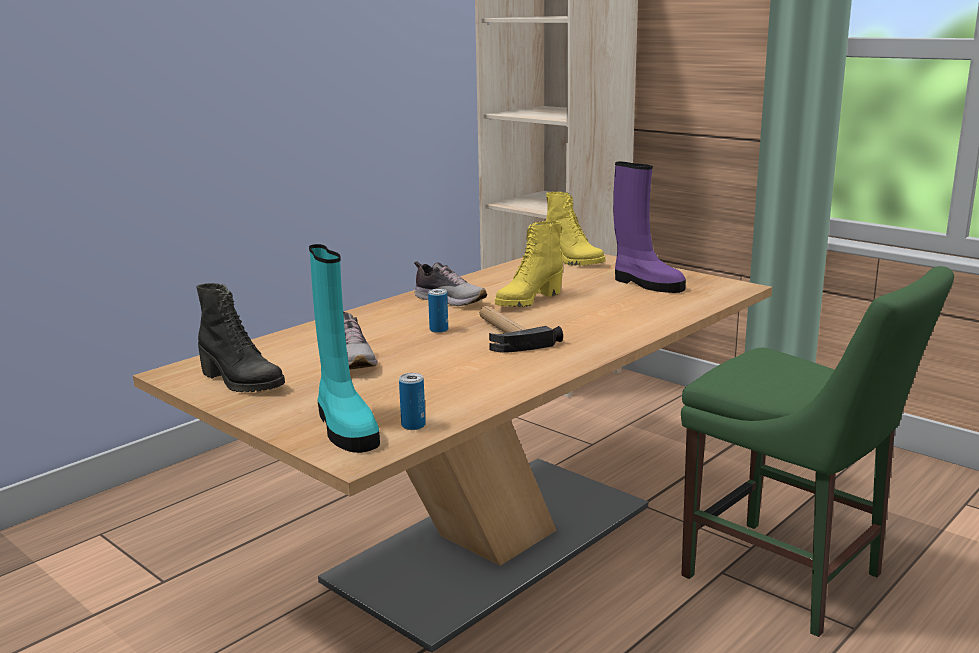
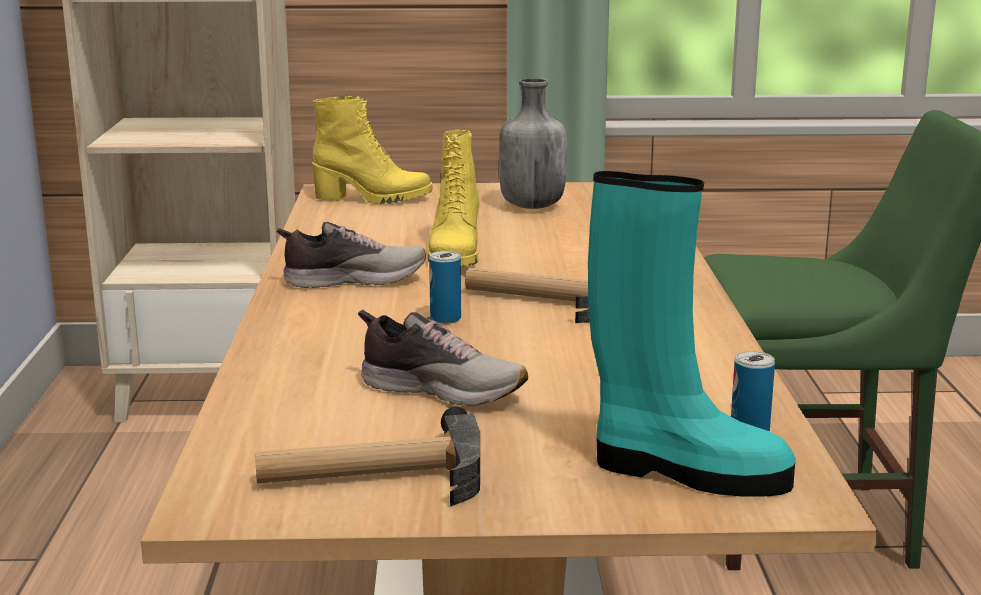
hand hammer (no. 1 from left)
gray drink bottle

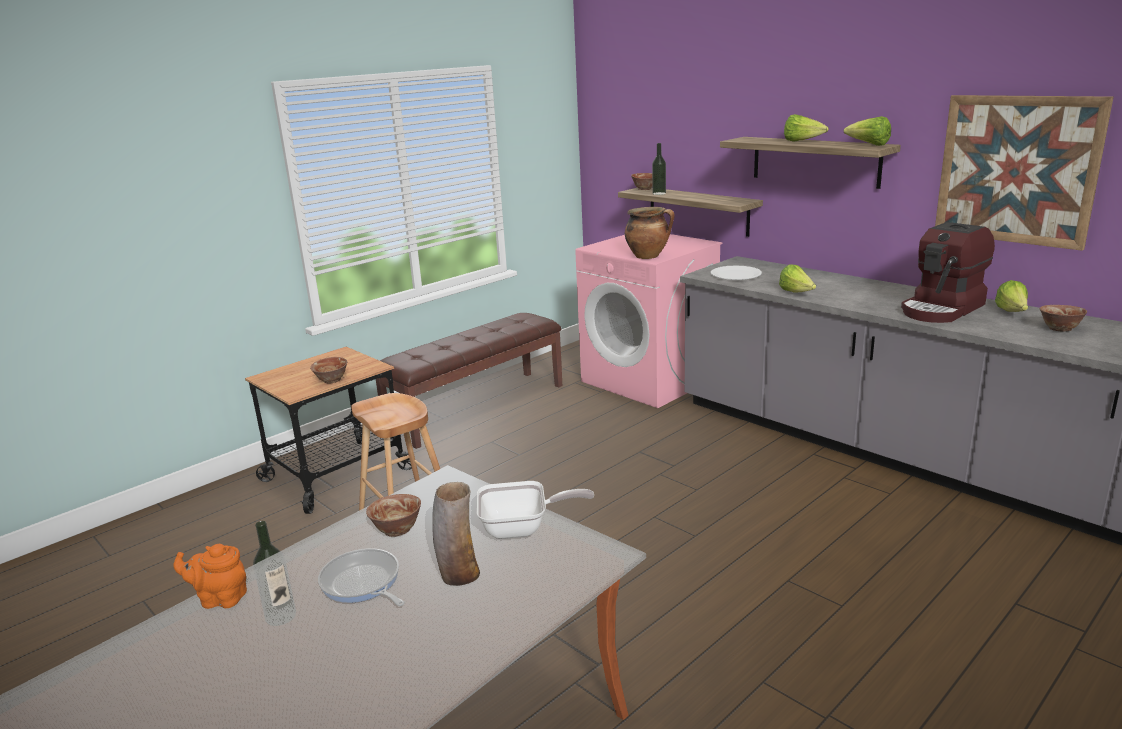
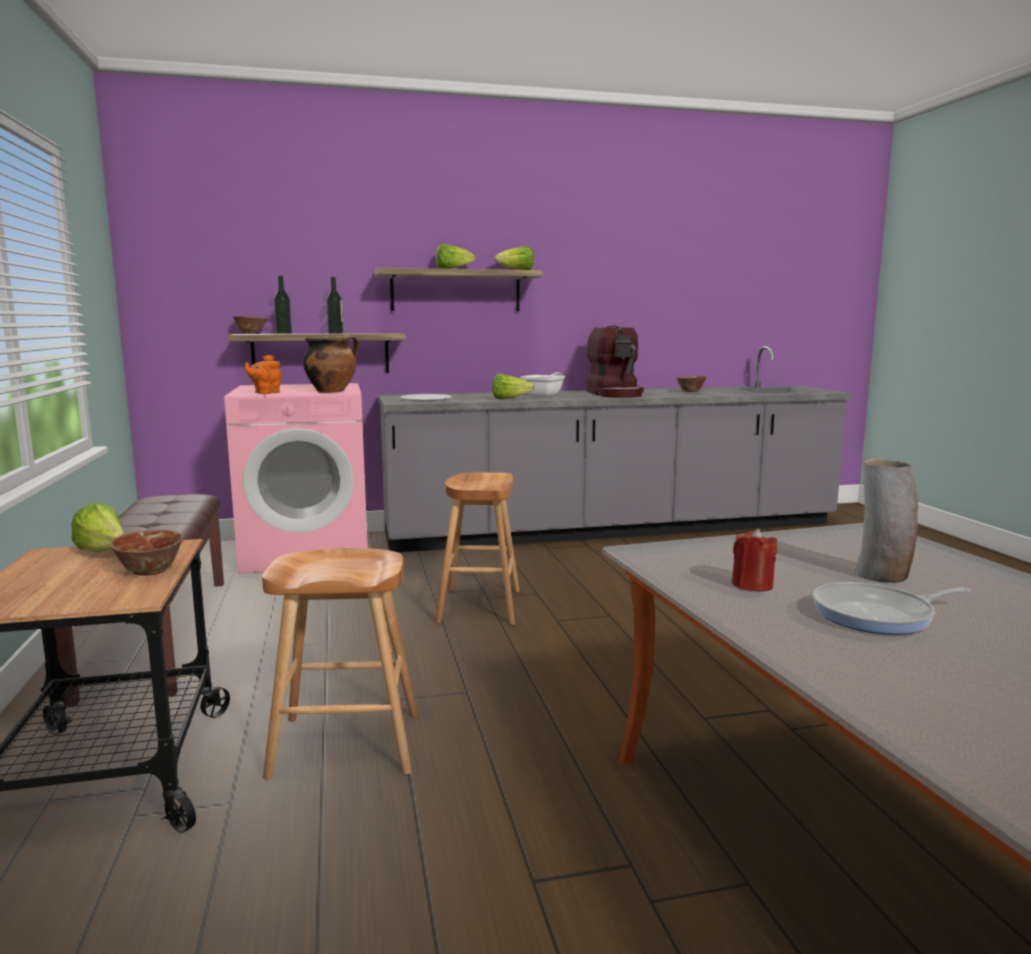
orange pot for tea
drink bottle (no. 2 from left)
reddish wax candle
skillet (no. 1 from left)
wall art
head of lettuce (no. 1 from left)
brown stool (no. 2 from left)

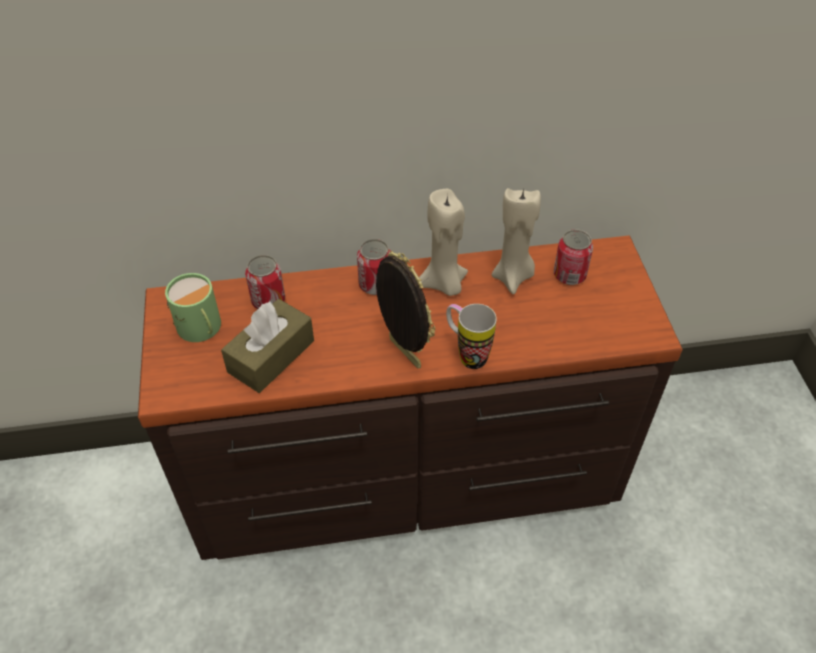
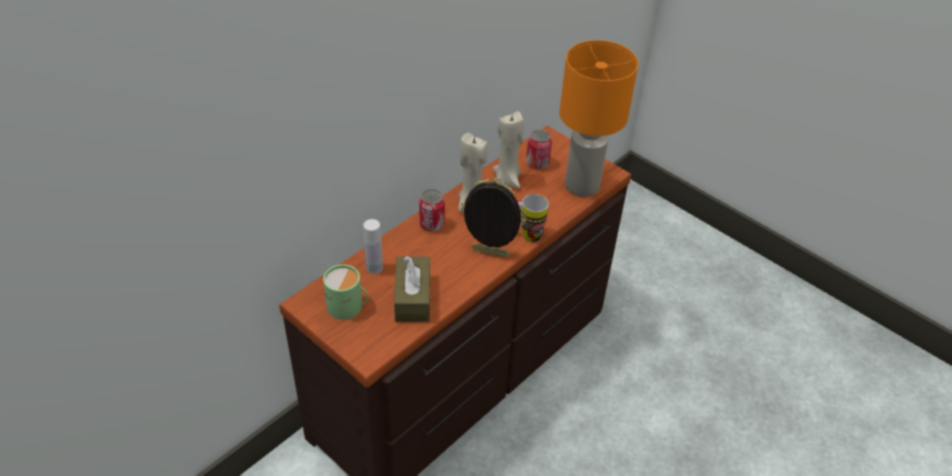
white drink bottle
orange tabletop lamp

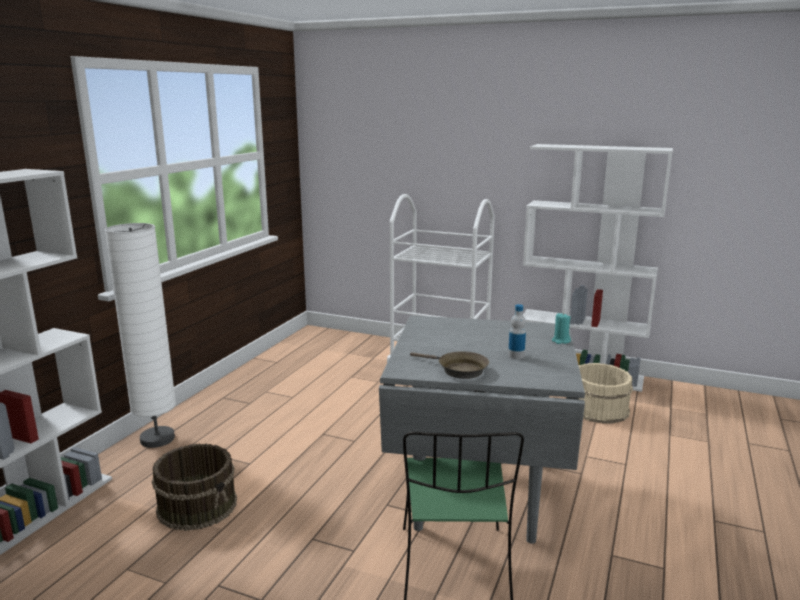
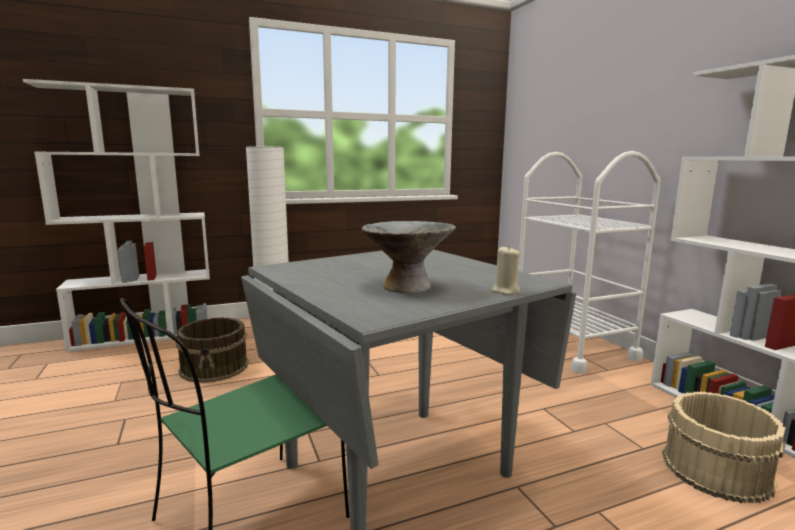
brown skillet
gray serving bowl
beige-coloured wax candle

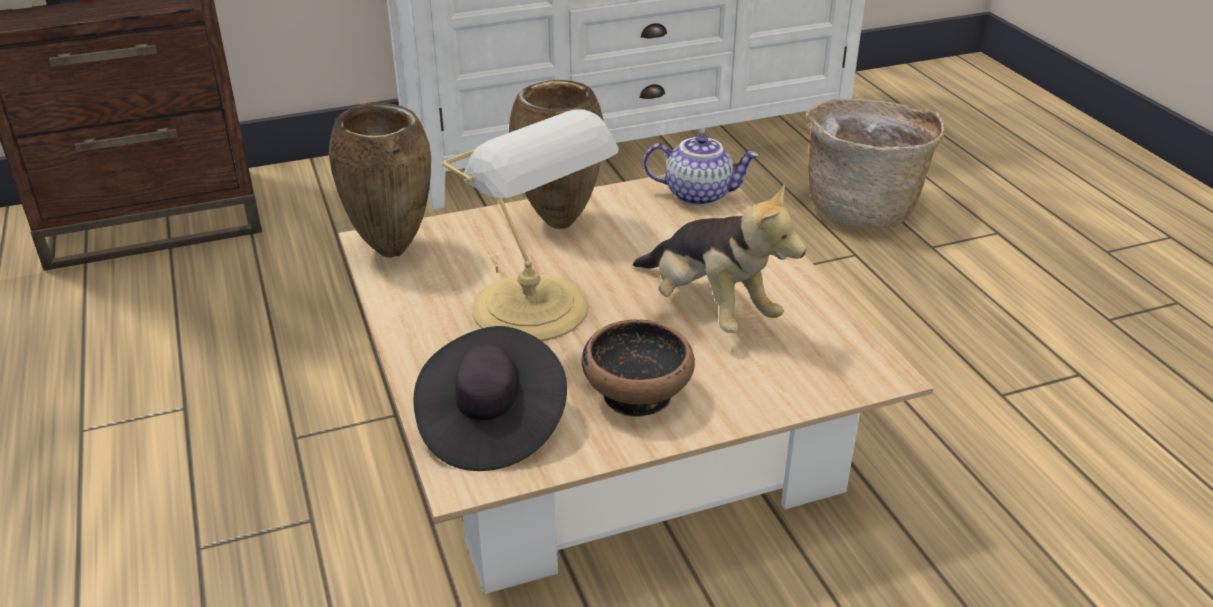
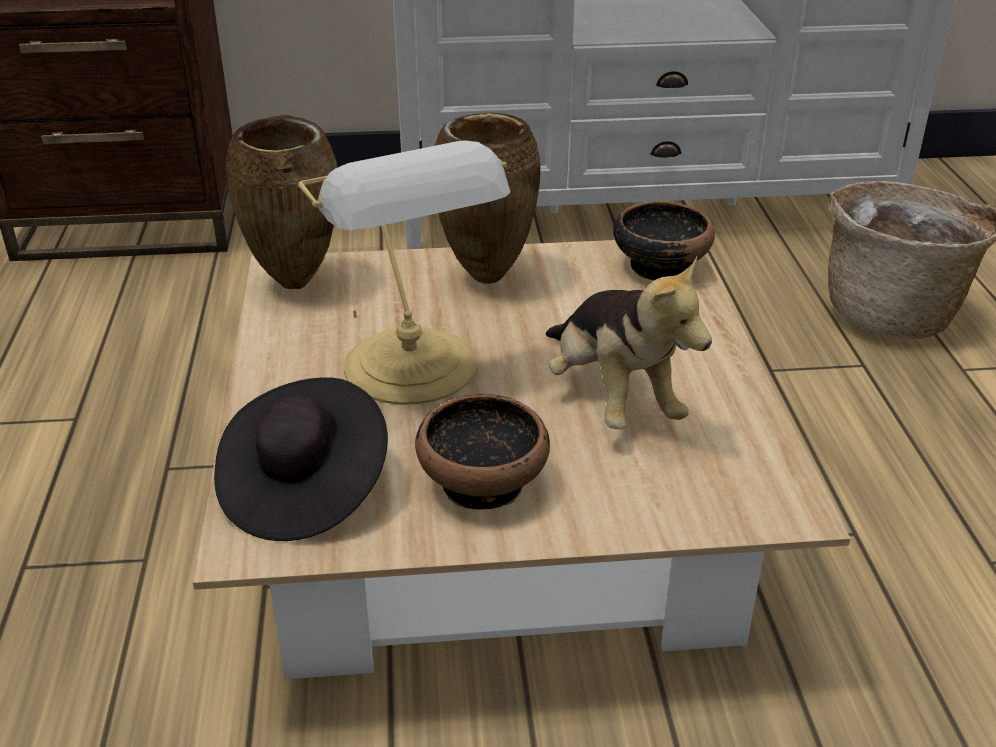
serving bowl (no. 2 from left)

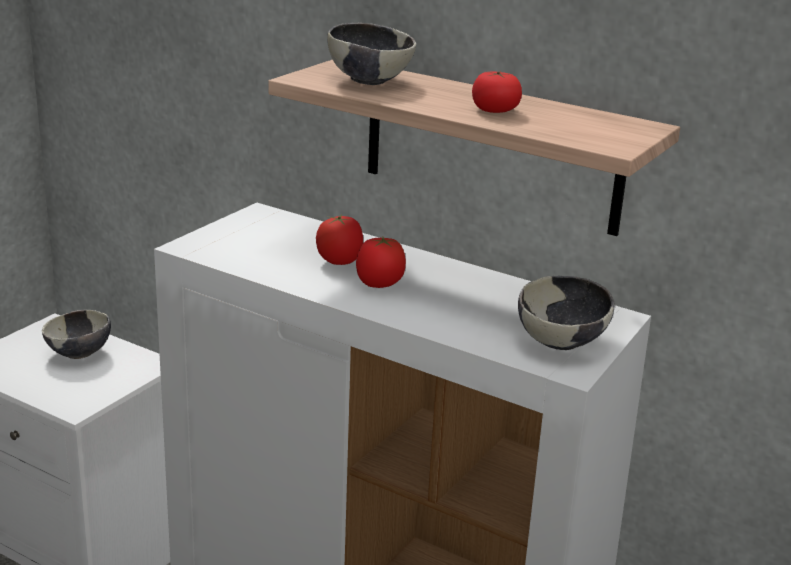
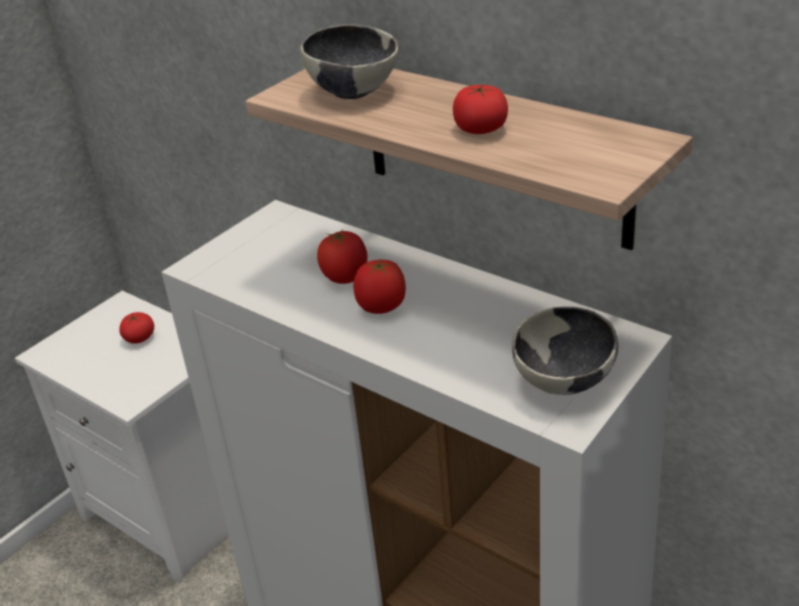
whole tomato (no. 1 from left)

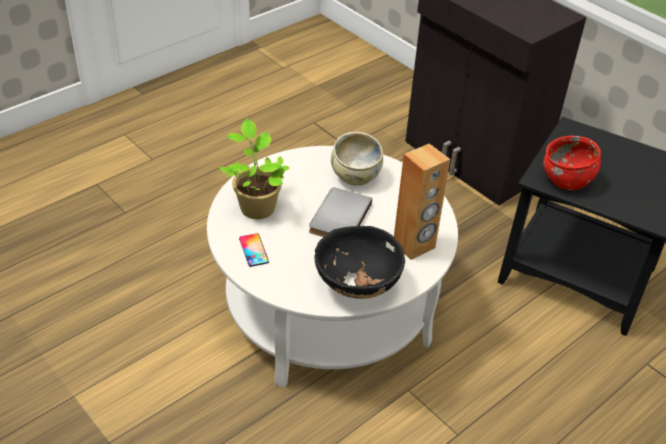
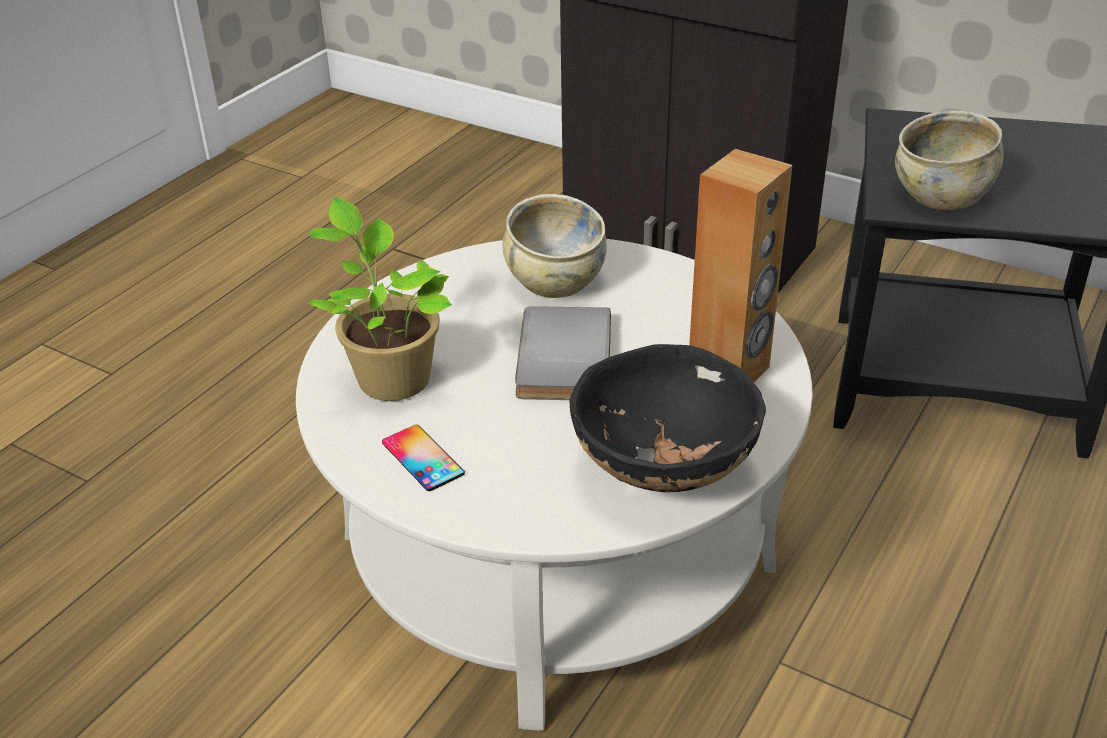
beige-coloured serving bowl (no. 2 from left)

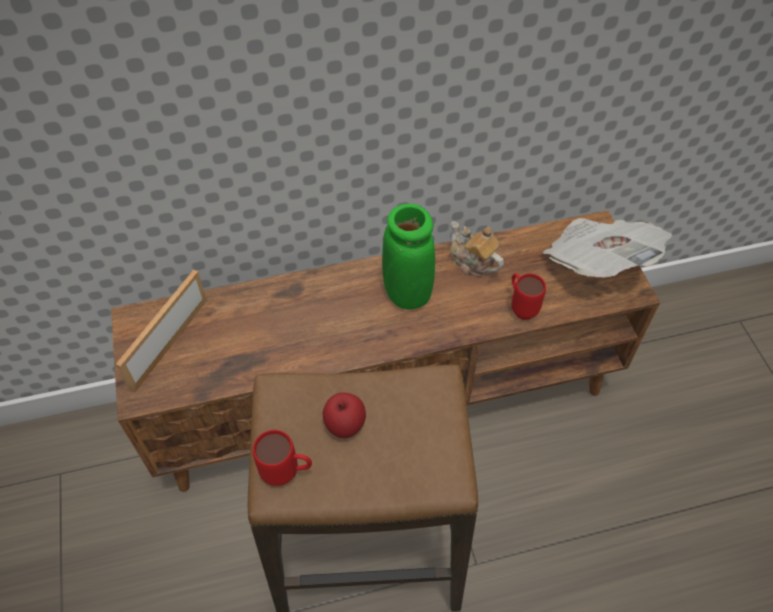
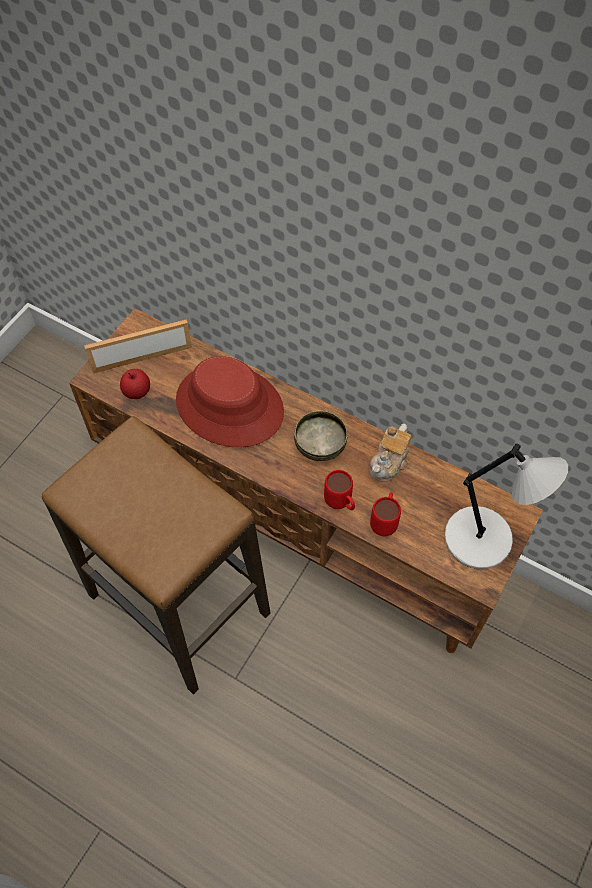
reddish coffee mug (no. 1 from left)
whole apple
serving bowl
pot for tea
gray tabletop lamp
reddish wearable hat

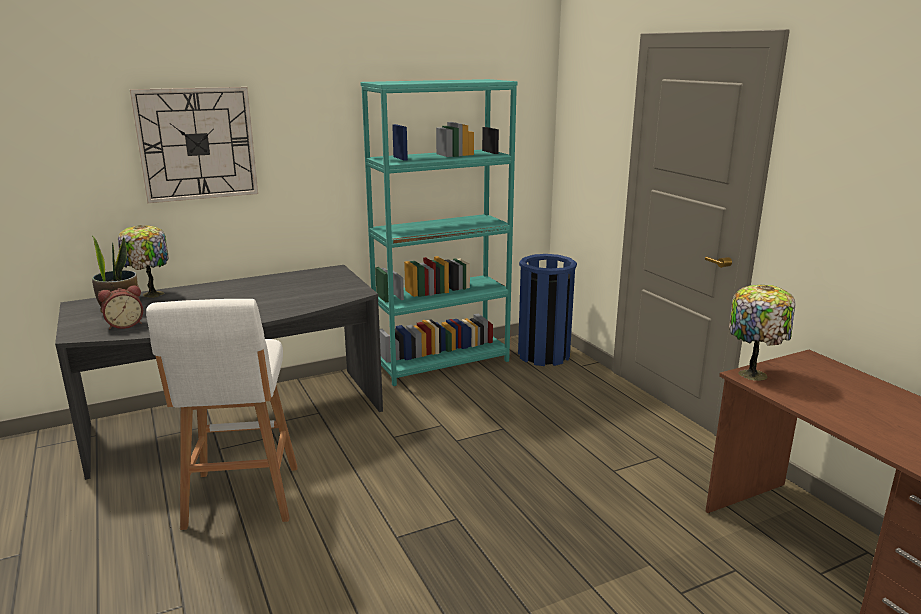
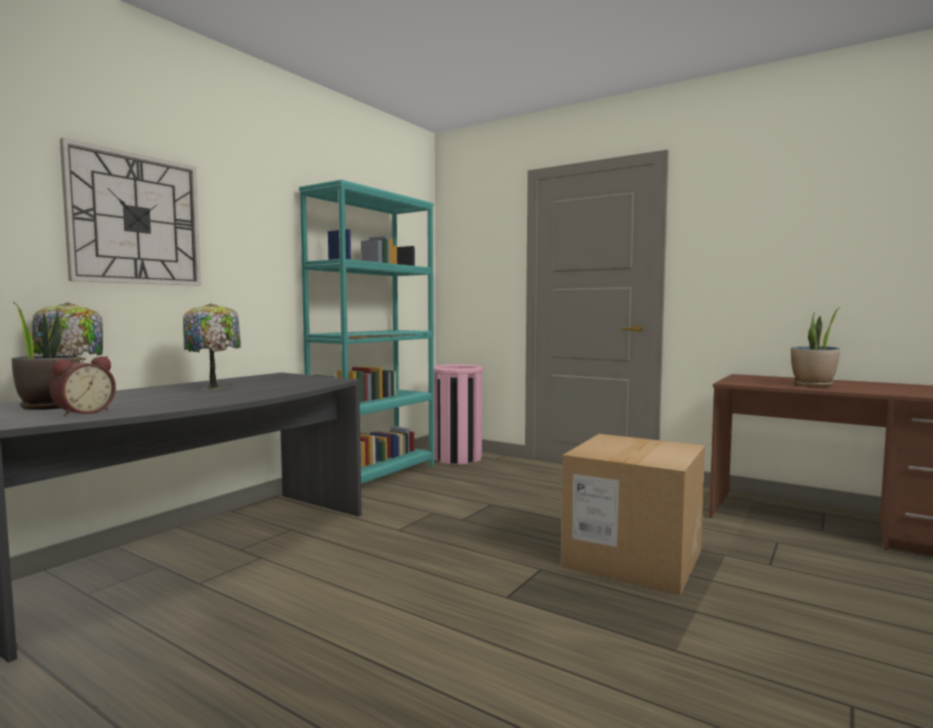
white stool
pink waste bin
tabletop lamp (no. 2 from left)
cardboard box
plant in a pot (no. 2 from left)

